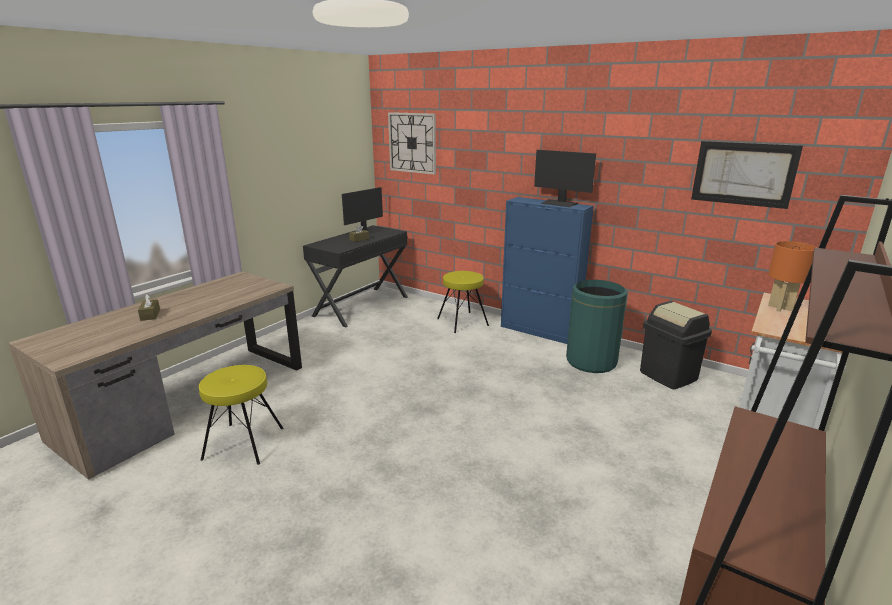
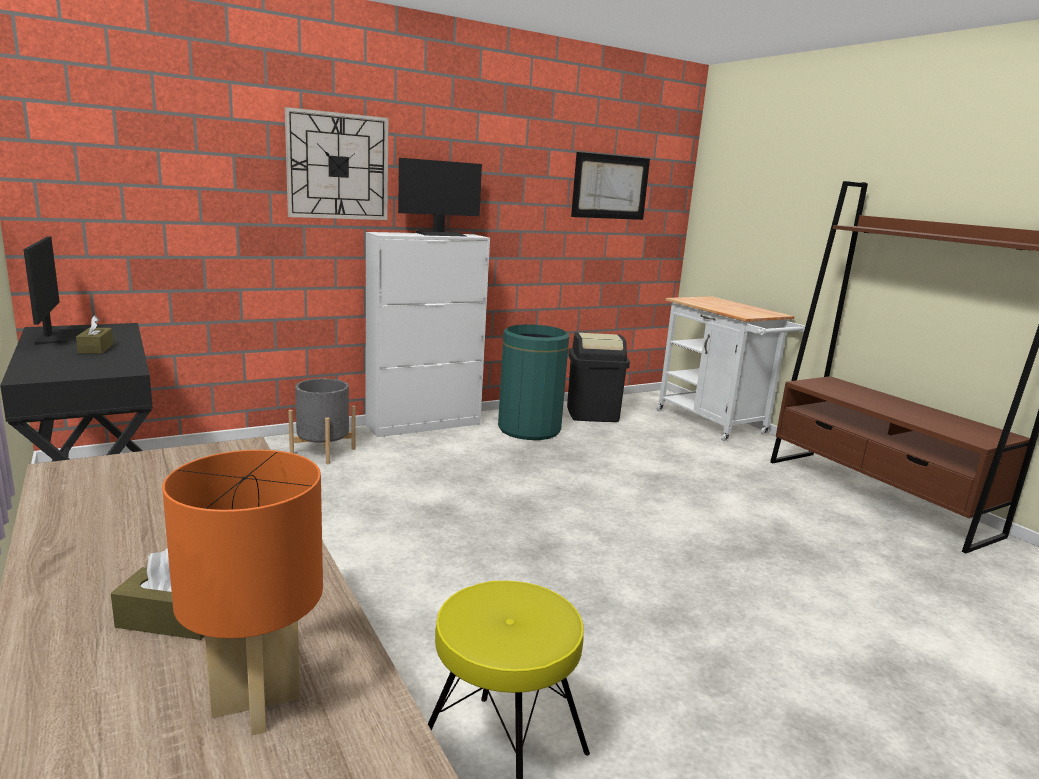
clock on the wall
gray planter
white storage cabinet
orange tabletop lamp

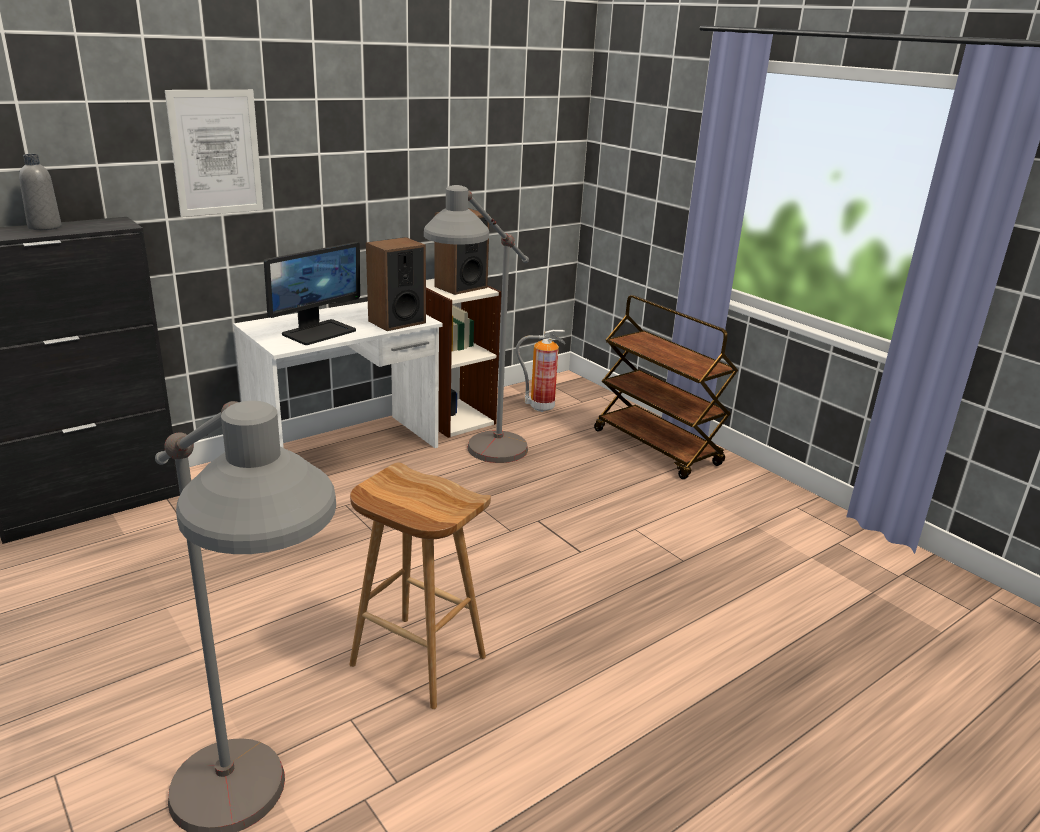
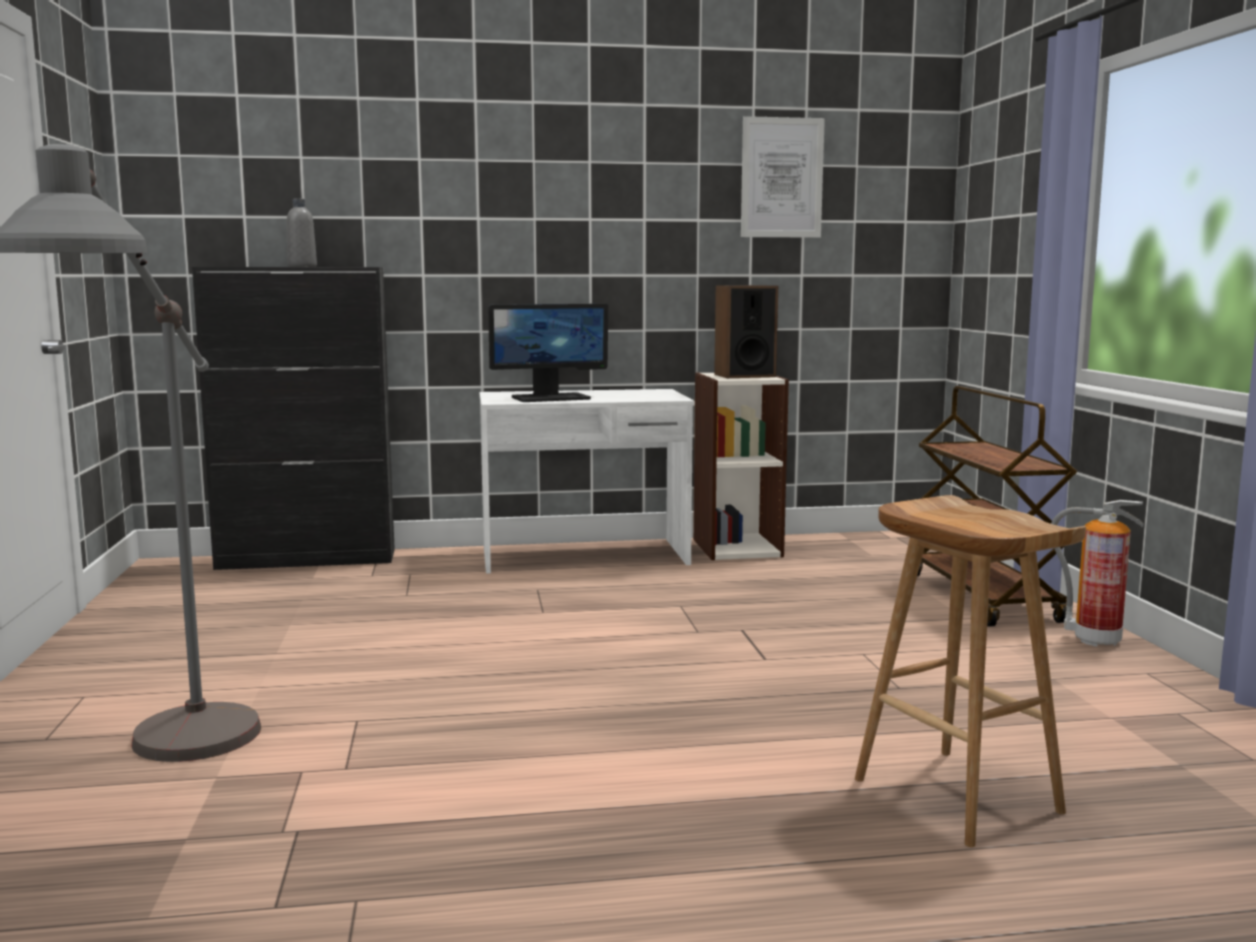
wall art
brown stool
speaker (no. 1 from left in the first image)
gray standard lamp (no. 2 from left in the first image)
fire-fighting cylinder

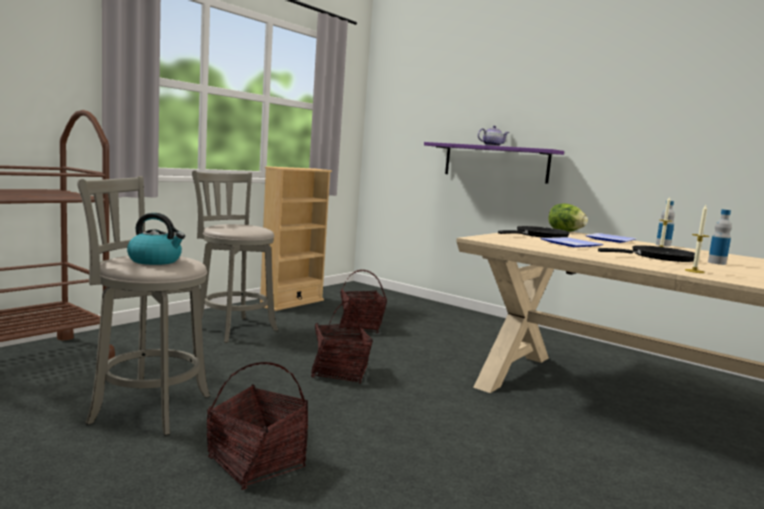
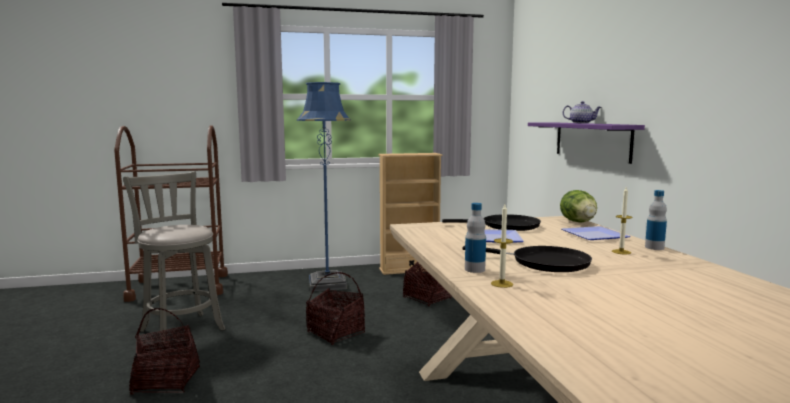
water kettle
bluish standard lamp
drink bottle (no. 1 from left)

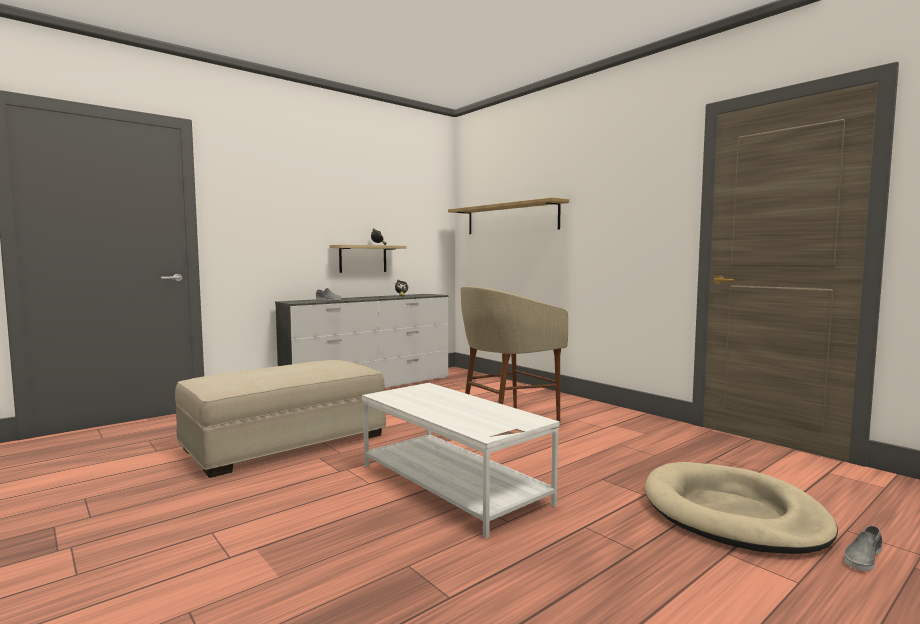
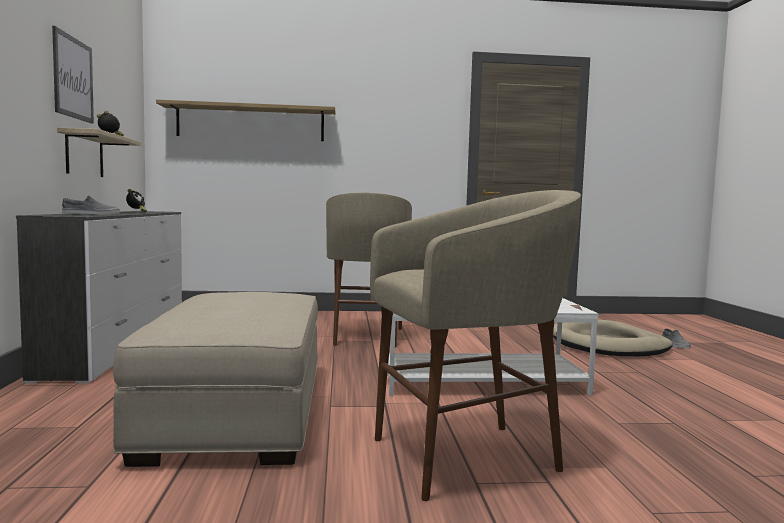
wall art
beige-coloured stool (no. 2 from left)

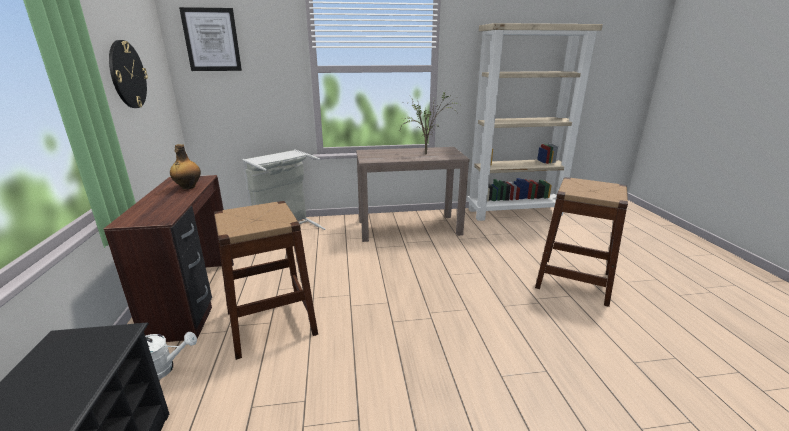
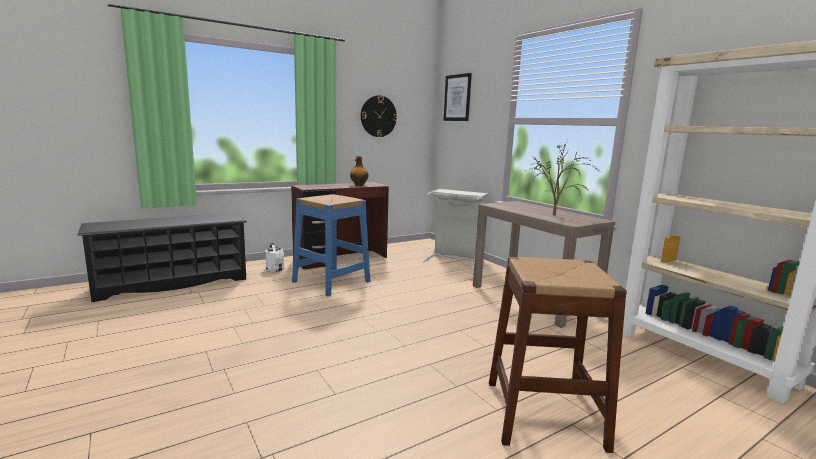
bluish stool

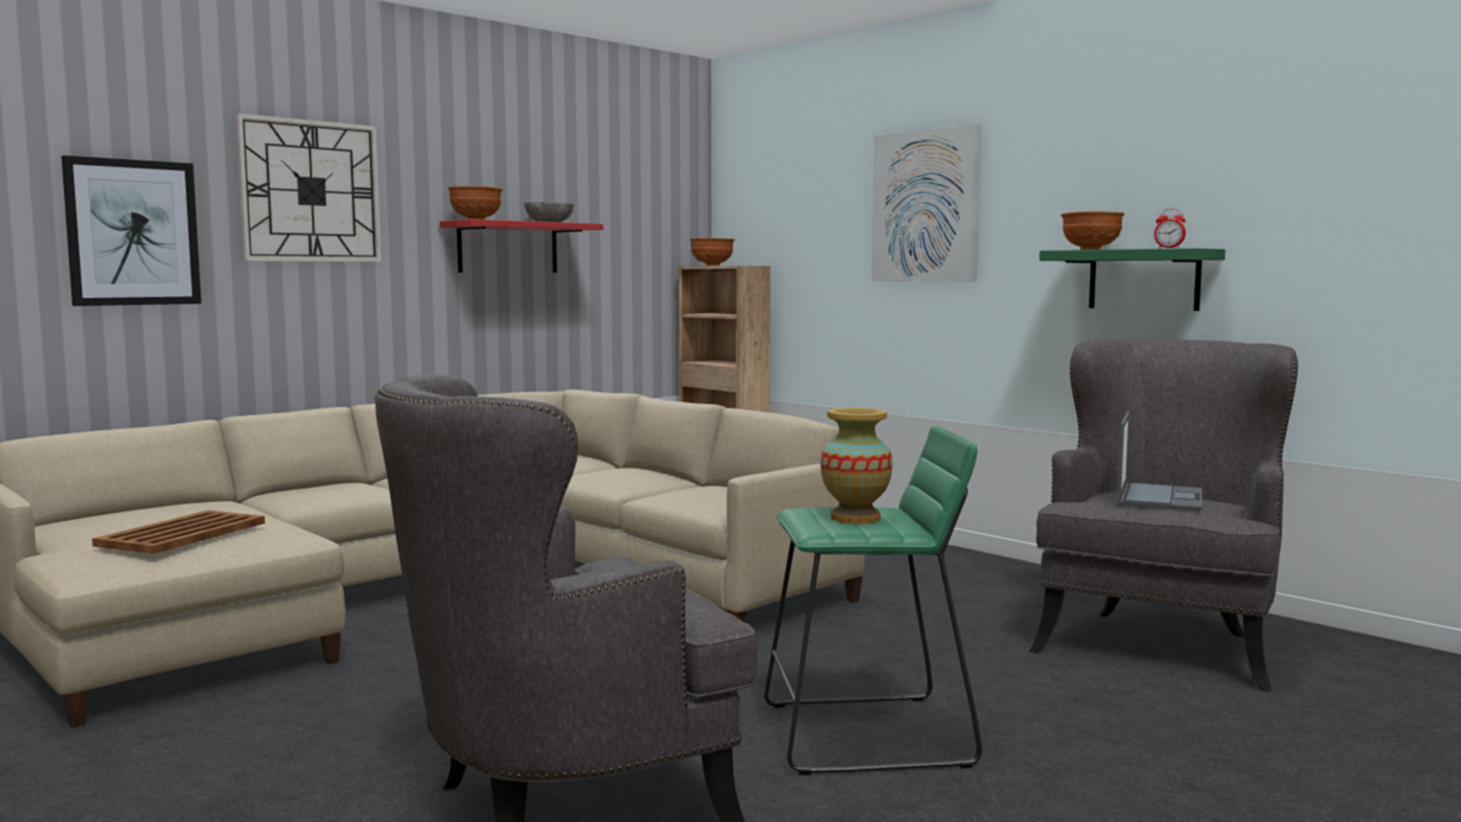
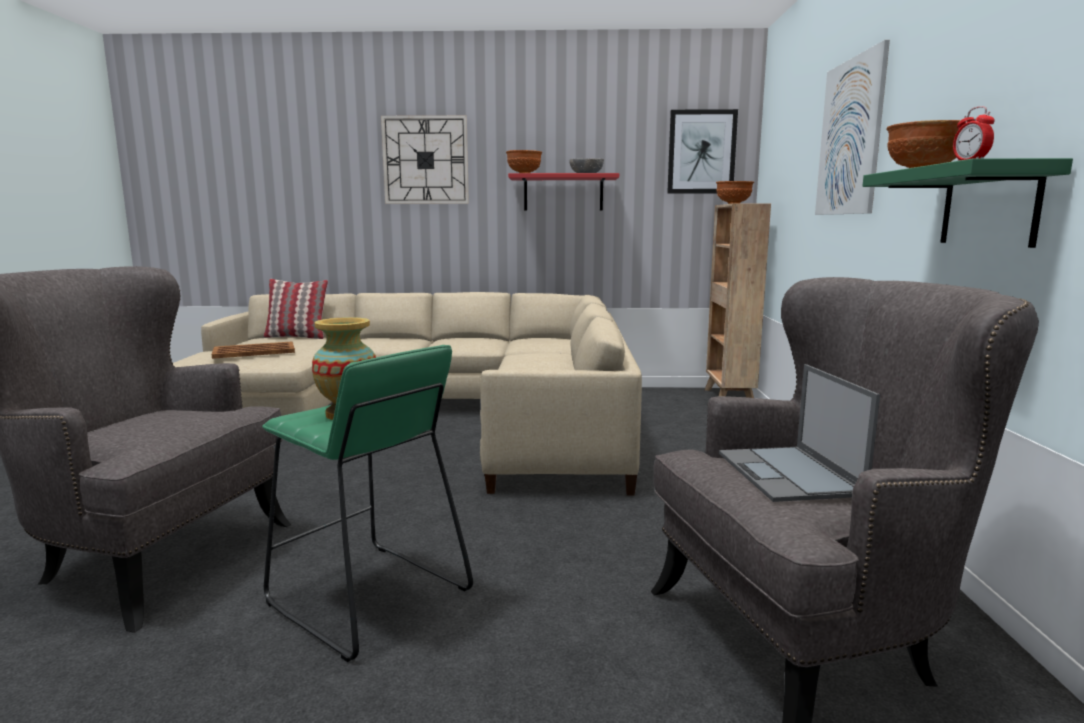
wall art (no. 1 from left)
portable computer
throw pillow

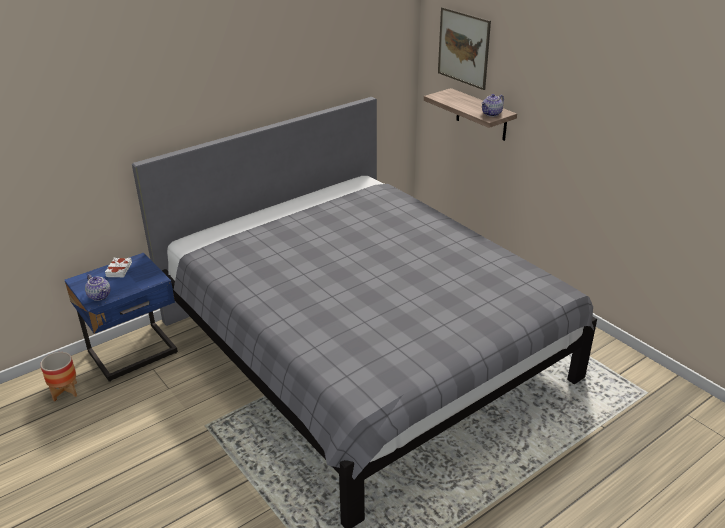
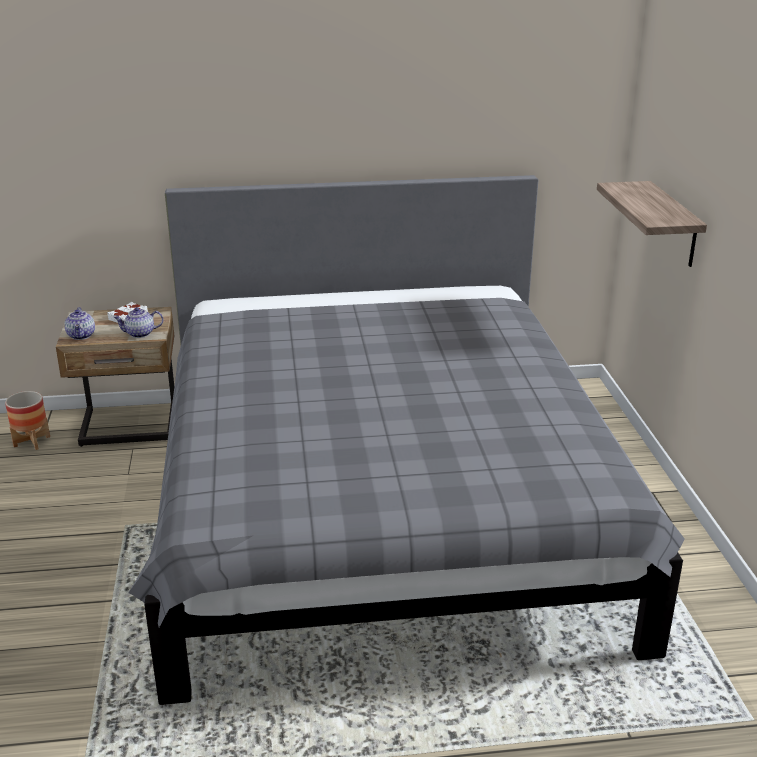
beige-coloured nightstand
wall art
pot for tea (no. 2 from left)

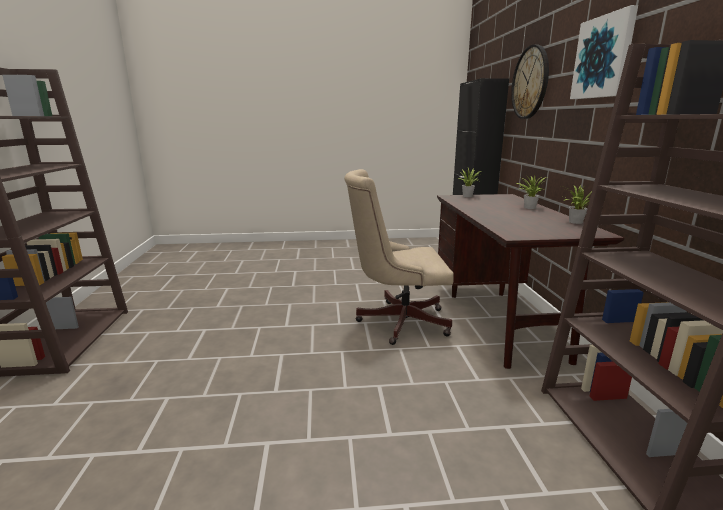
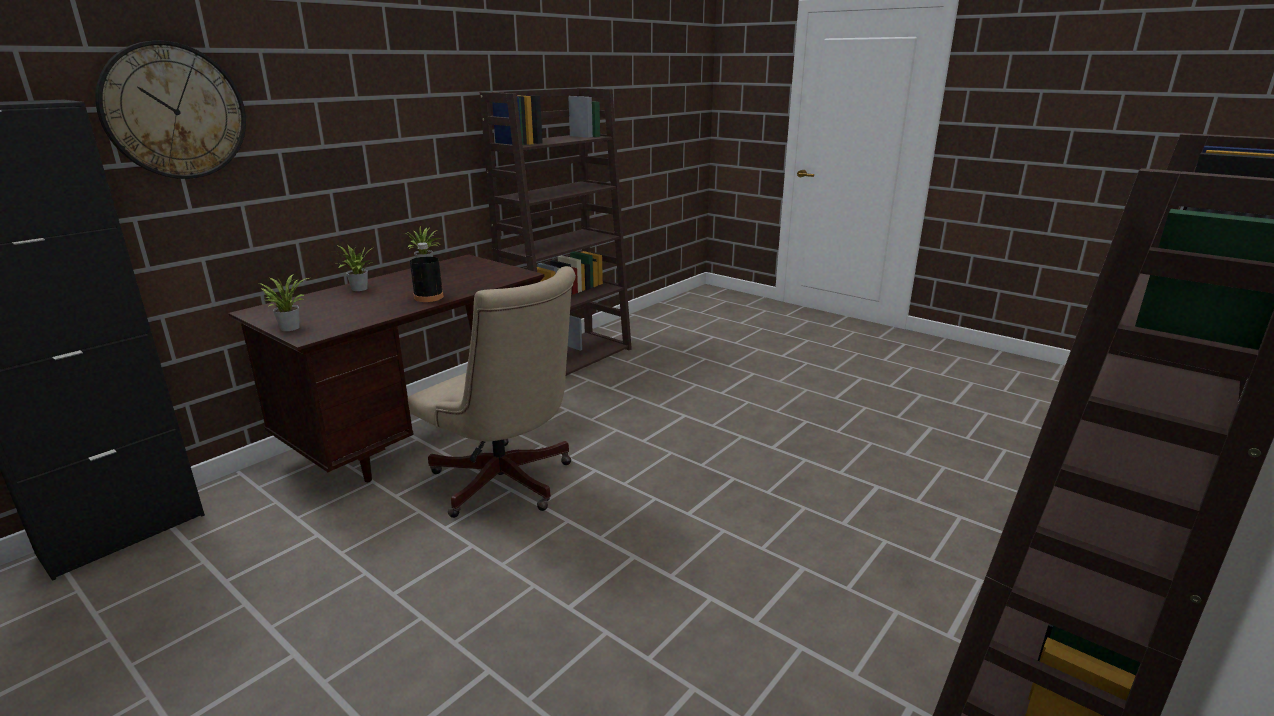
wall art
black-coloured drink bottle

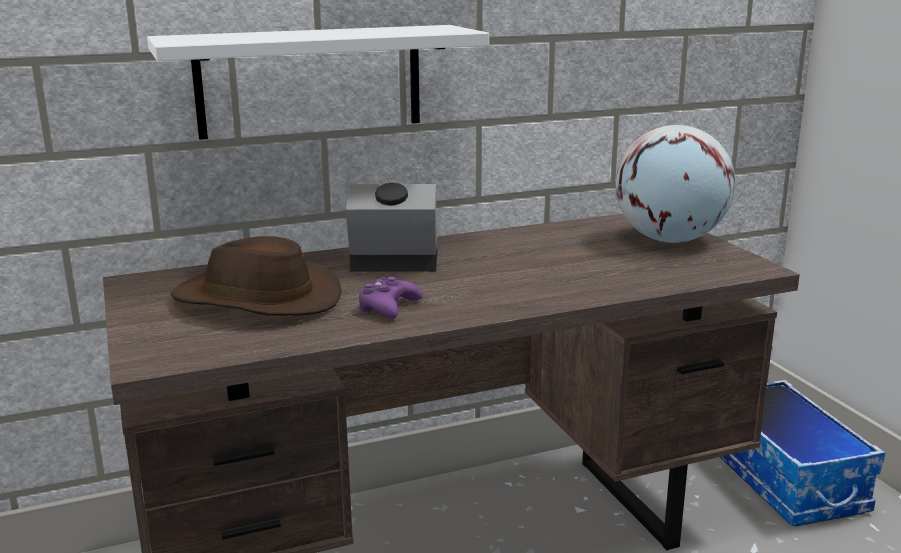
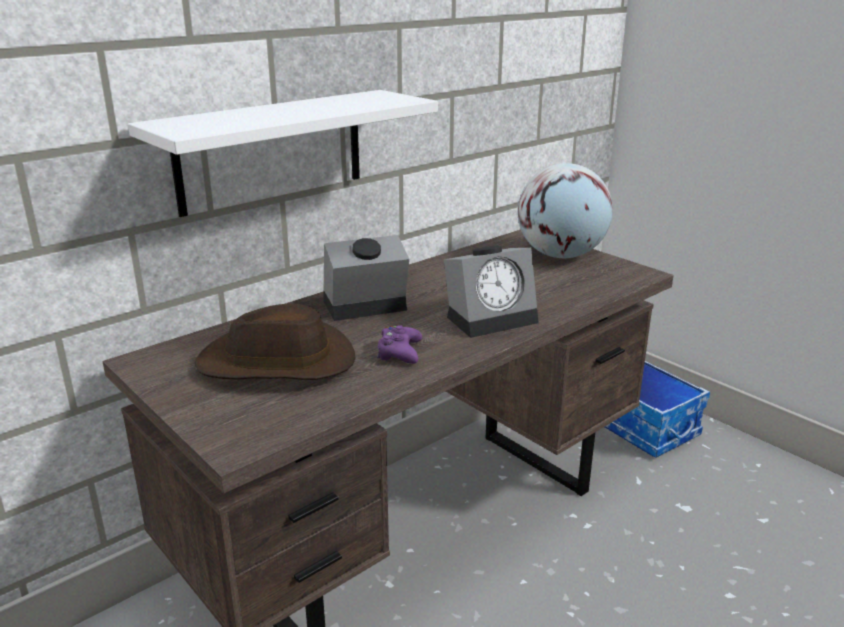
bedside clock (no. 2 from left)

